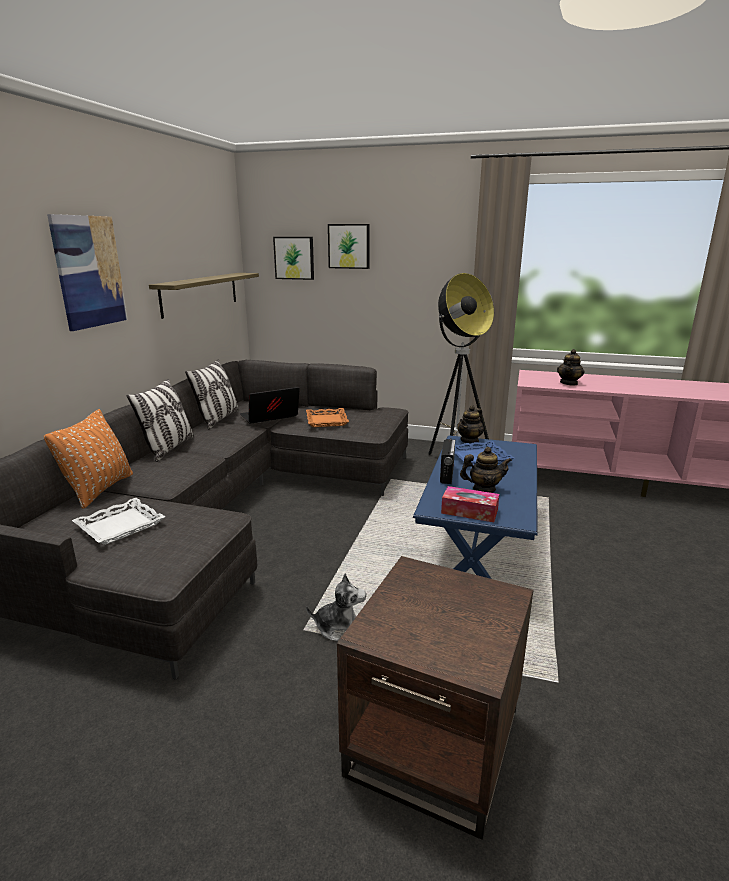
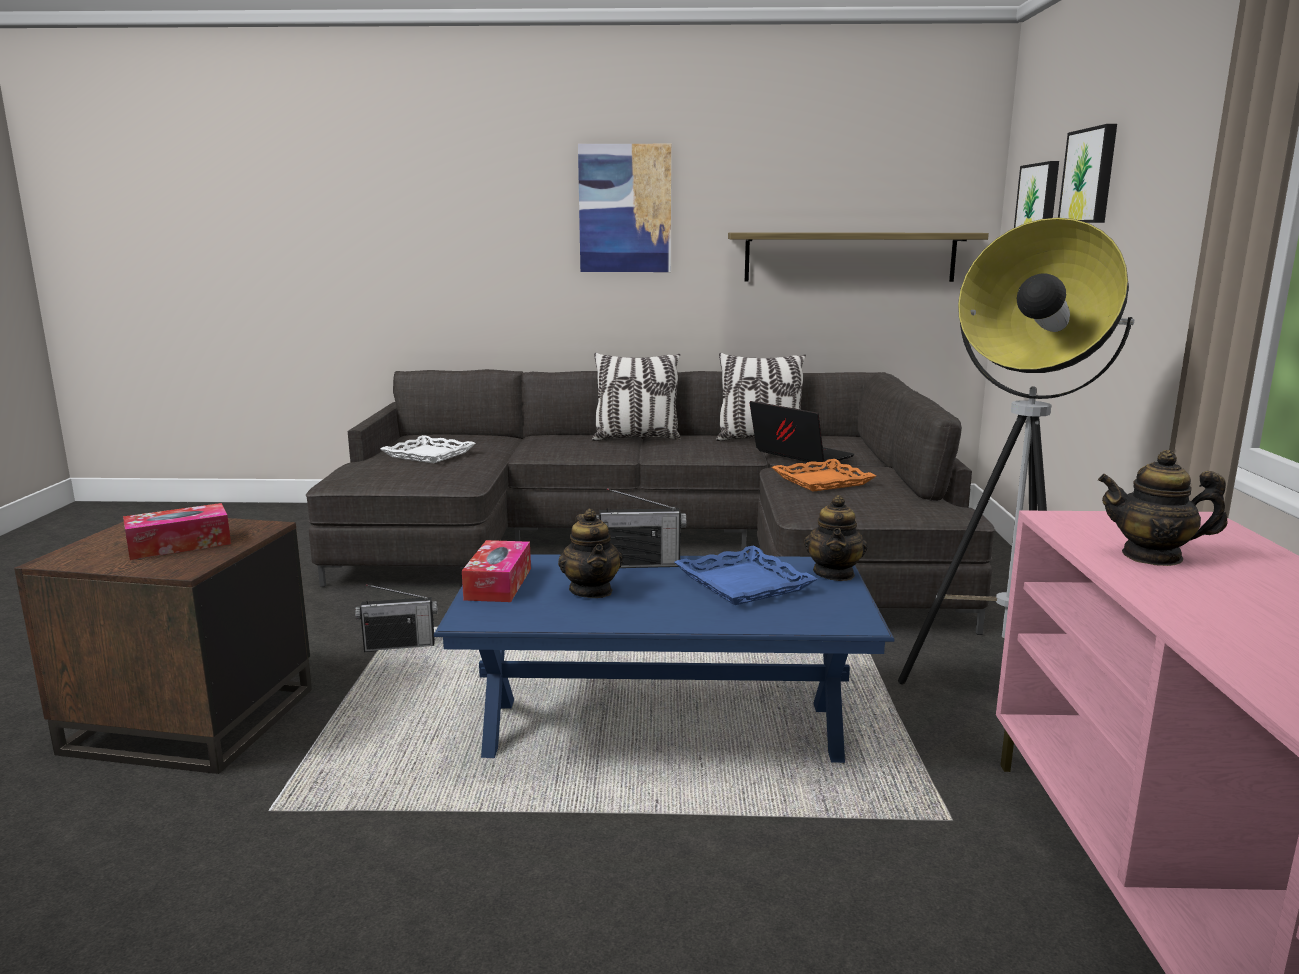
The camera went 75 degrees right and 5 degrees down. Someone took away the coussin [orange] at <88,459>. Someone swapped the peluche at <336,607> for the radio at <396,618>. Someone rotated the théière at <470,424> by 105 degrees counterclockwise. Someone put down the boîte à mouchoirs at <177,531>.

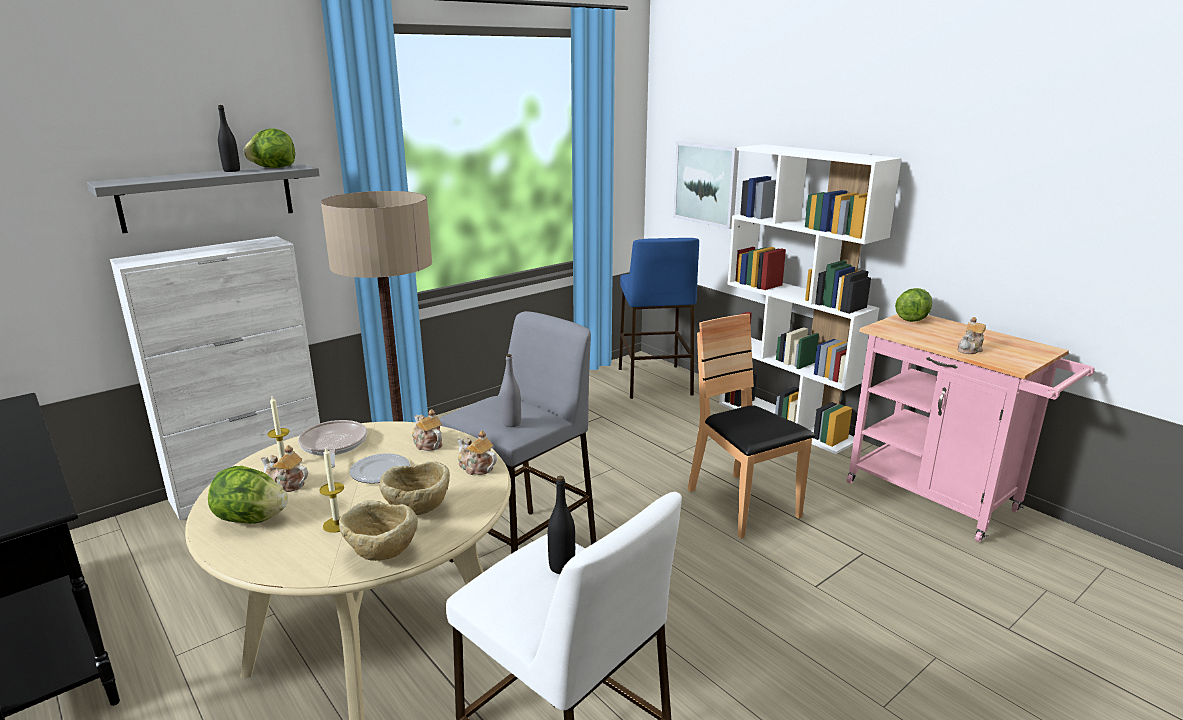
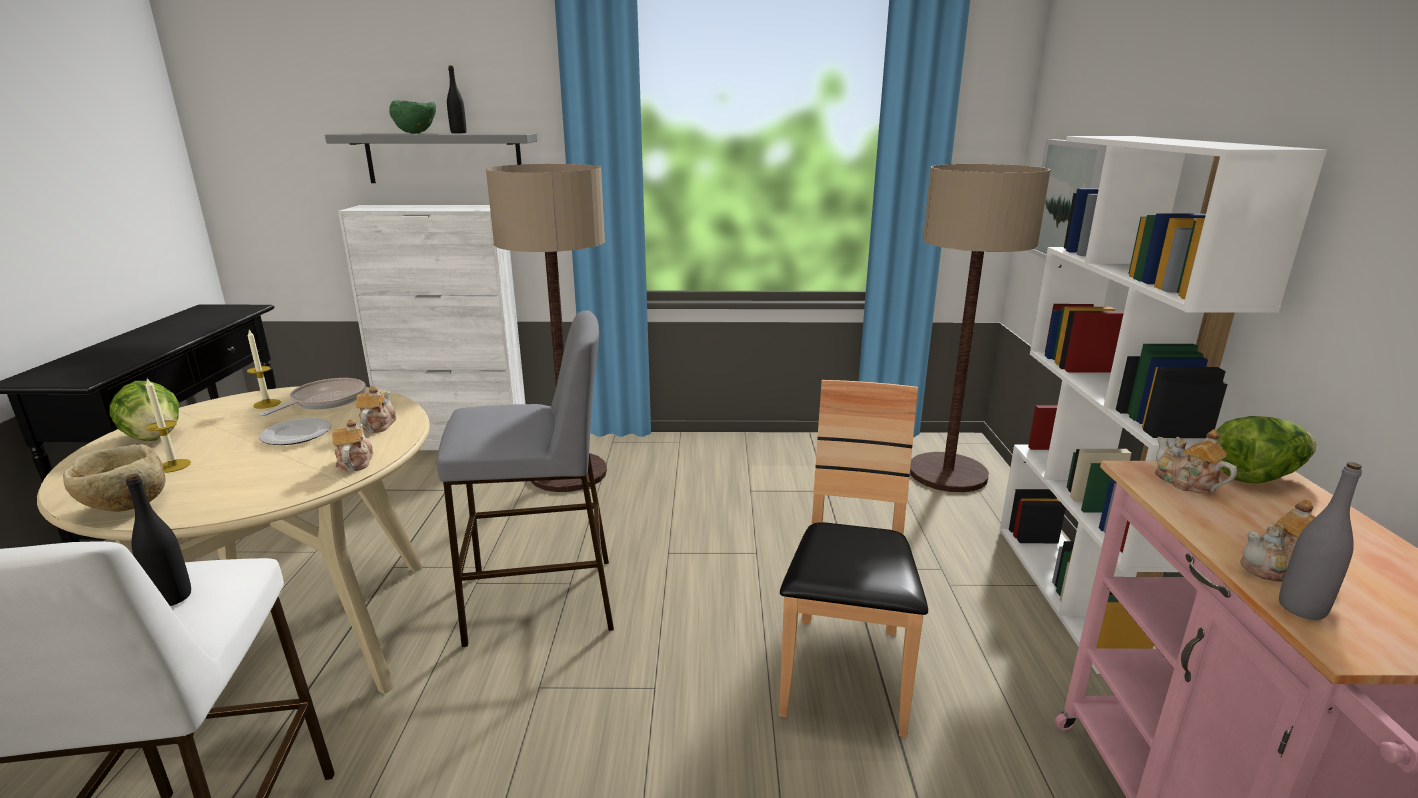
The camera went 40 degrees right and 0 degrees up. Someone took away the laitue at <269,148>. Someone carried the théière from <284,468> to <1196,461>. Someone took away the bol [beige] at <414,488>. Someone carried the bouteille [gris] from <511,390> to <1320,541>. Someone swapped the tabouret [bleu] at <659,318> for the lampadaire at <980,328>. Someone put down the bol [vert] at <412,116>.

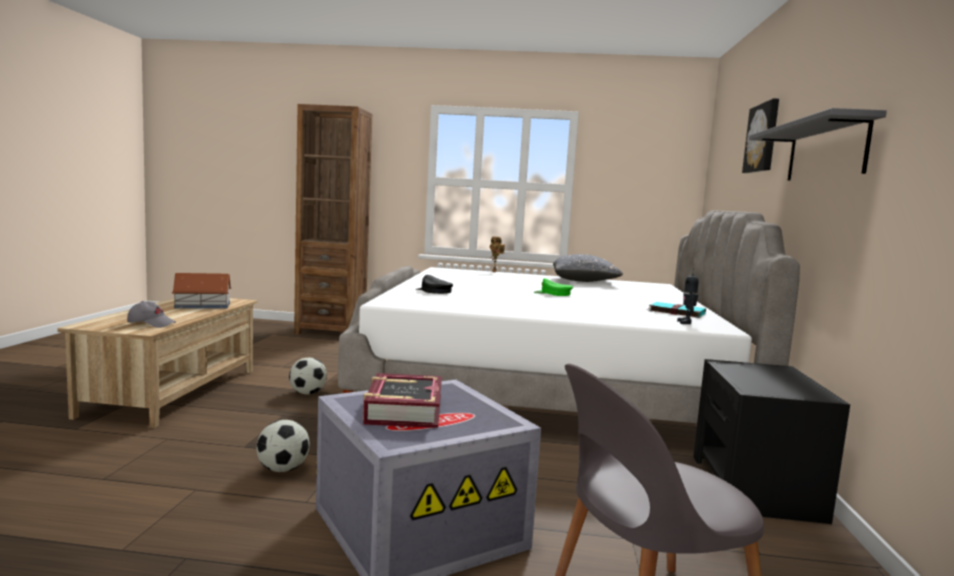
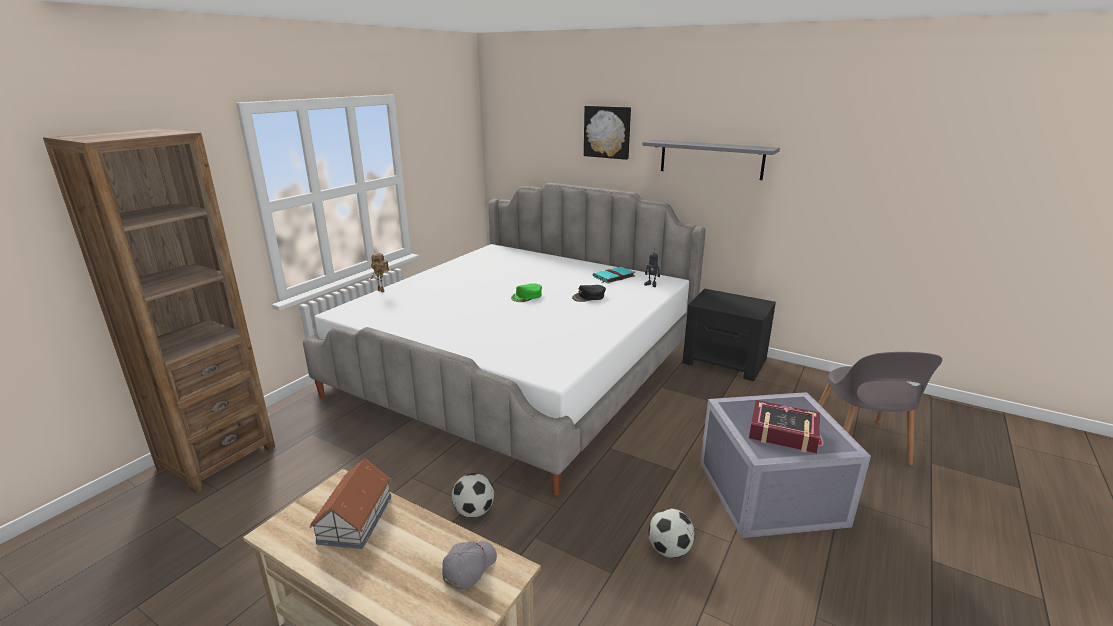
The camera went 65 degrees left and 15 degrees up. Someone carried the casquette [noir] from <434,284> to <589,293>. Someone took away the coussin [gris] at <588,268>.

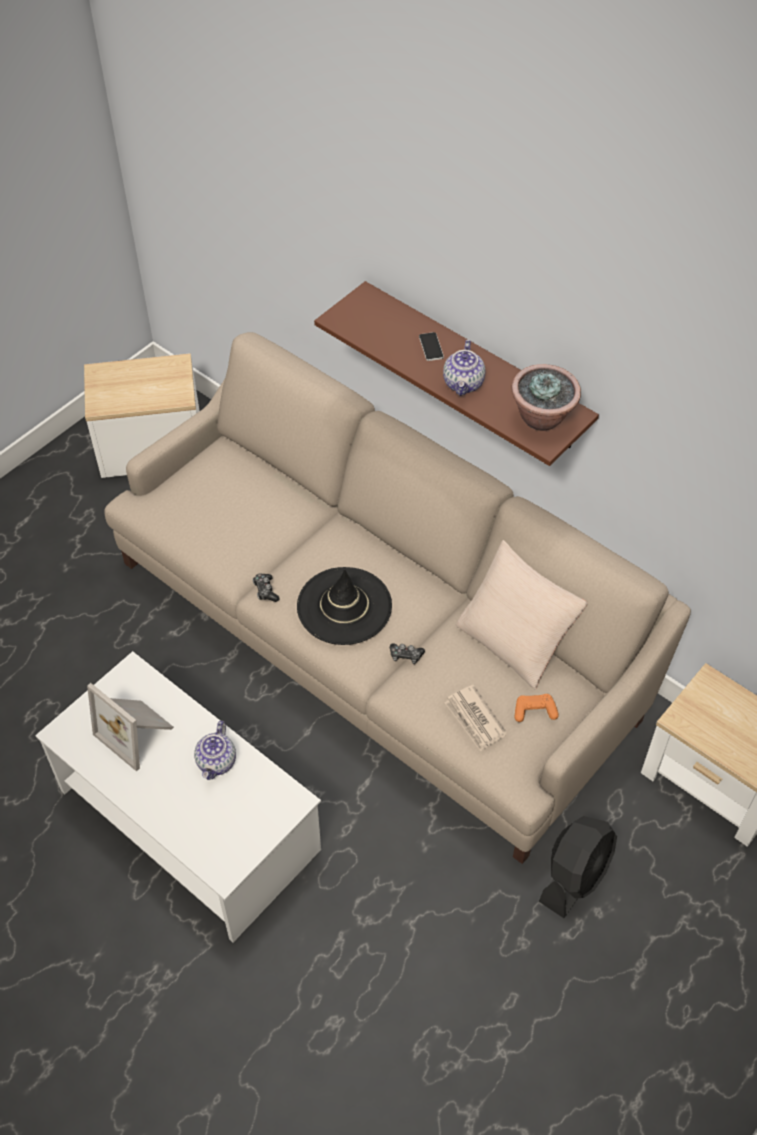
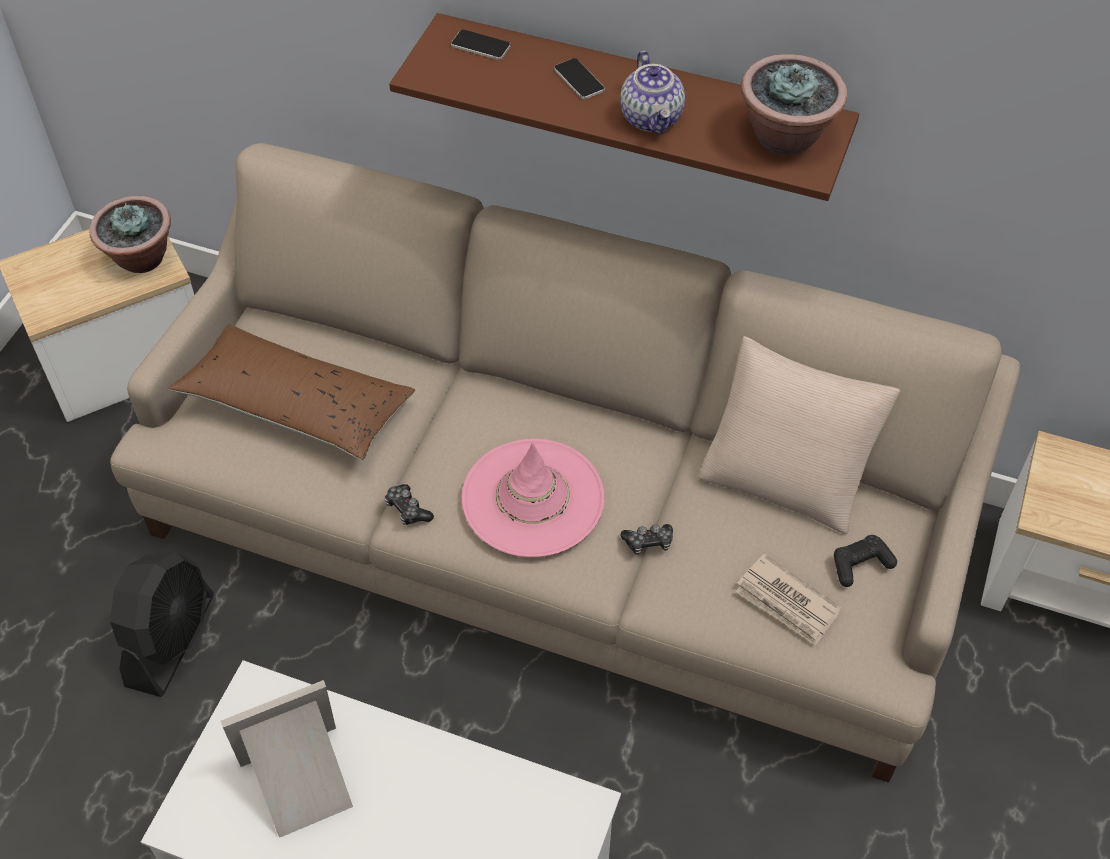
The camera went 20 degrees left and 0 degrees up. Someone rotated the cadre photo at <130,727> by 135 degrees clockwise. Someone took away the théière at <215,750>. Someone repainted the chapeau [noir] at <344,606>, which became the chapeau [rose] at <533,498>. Someone repainted the manette [orange] at <536,708>, which became the manette [noir] at <865,561>. Someone carried the ventilateur [noir] from <578,867> to <162,624>. Someone put down the plante en pot at <130,234>. Someone put down the coussin [marron] at <291,392>. Someone put down the téléphone at <480,45>.

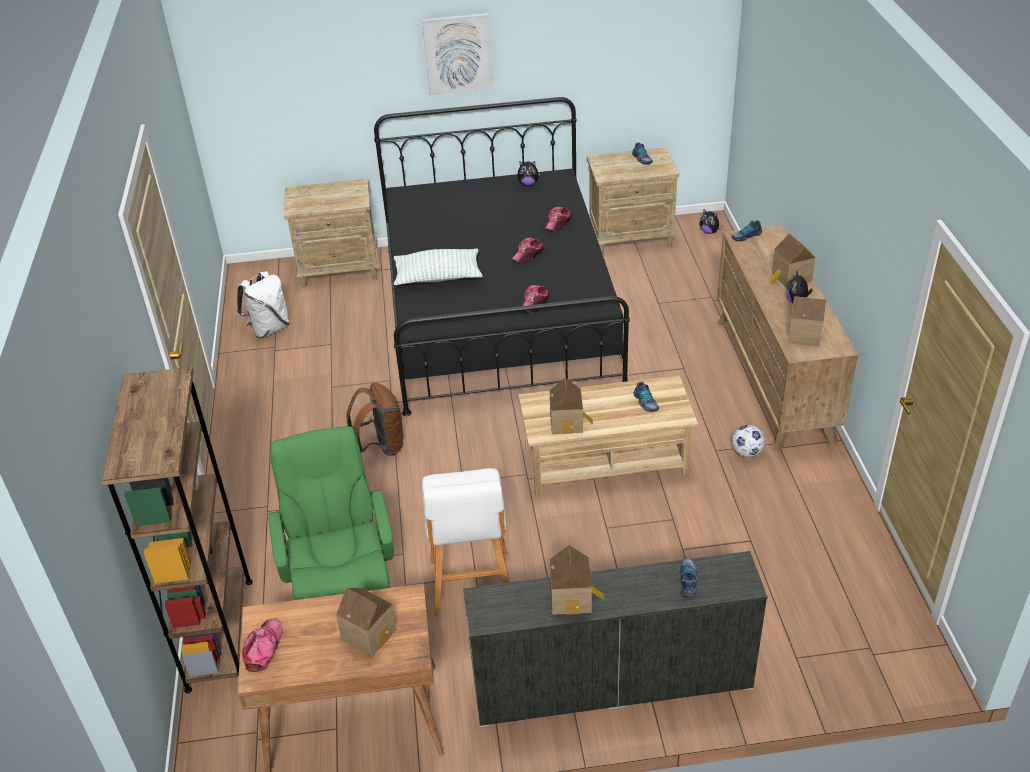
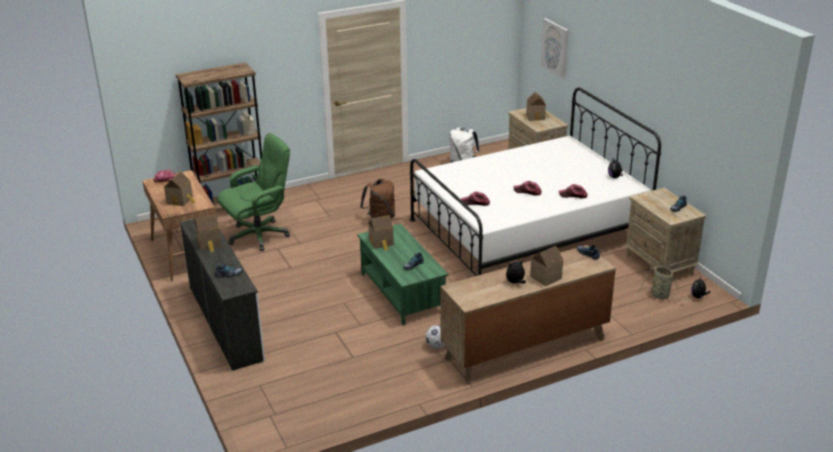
The camera went 70 degrees right and 10 degrees down. Someone repainted the lit [noir] at <502,256>, which became the lit [blanc] at <535,182>. Someone took away the coussin at <438,267>. Someone carried the tableau from <457,54> to <554,48>. Someone took away the tabouret [blanc] at <465,542>. Someone repainted the table basse [beige] at <608,435>, which became the table basse [vert] at <402,274>. Someone carried the maison miniature from <807,321> to <537,106>. Someone put down the panier at <664,284>.

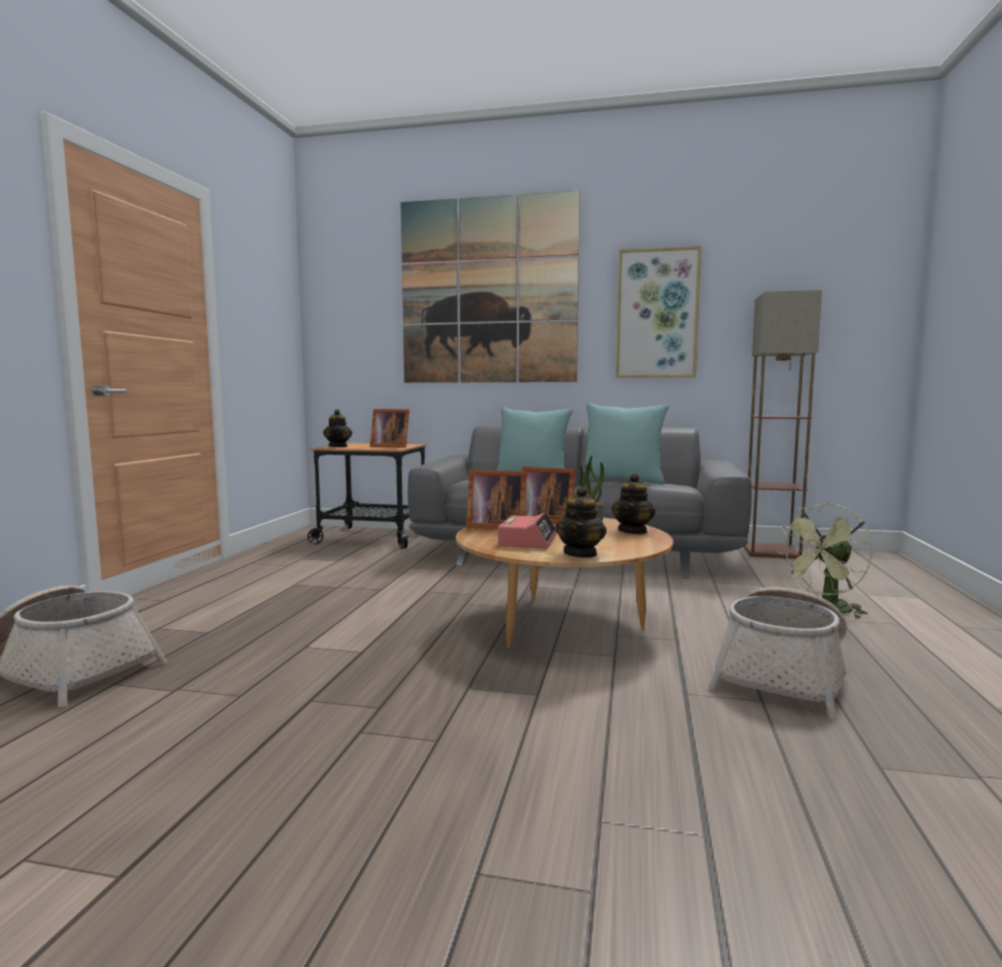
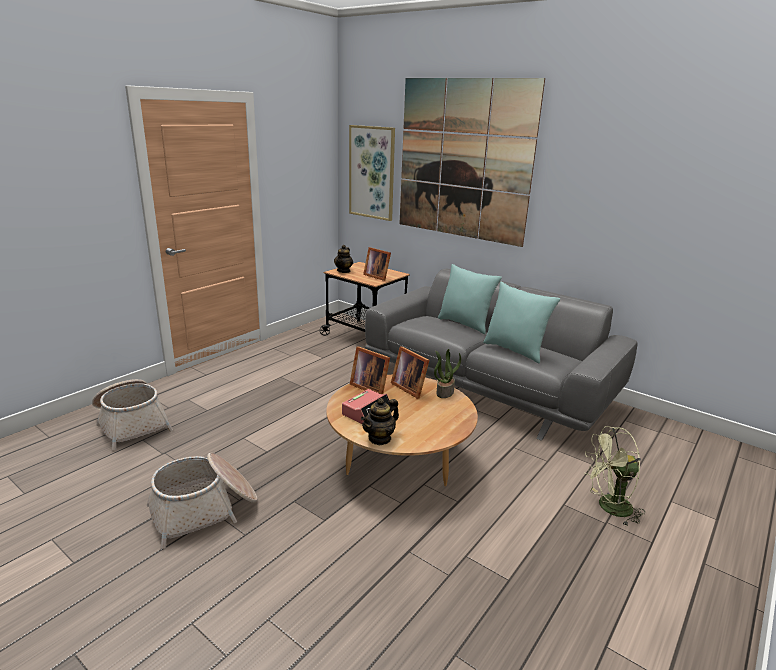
The camera went 25 degrees right and 15 degrees up. Someone took away the théière at <633,503>. Someone carried the tableau from <659,312> to <372,173>. Someone carried the panier from <777,652> to <202,501>. Someone took away the lampadaire at <783,424>.

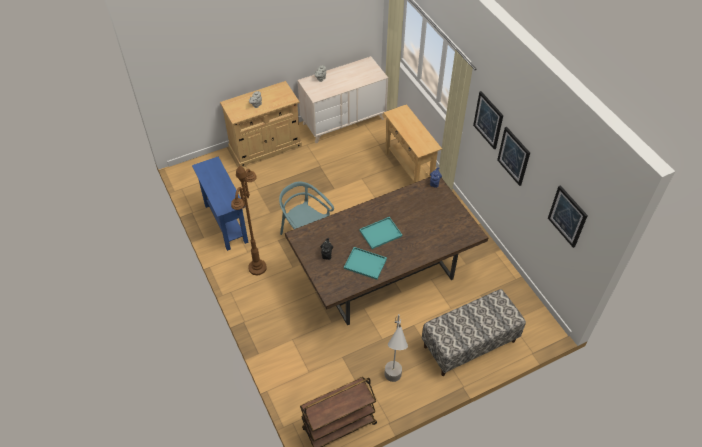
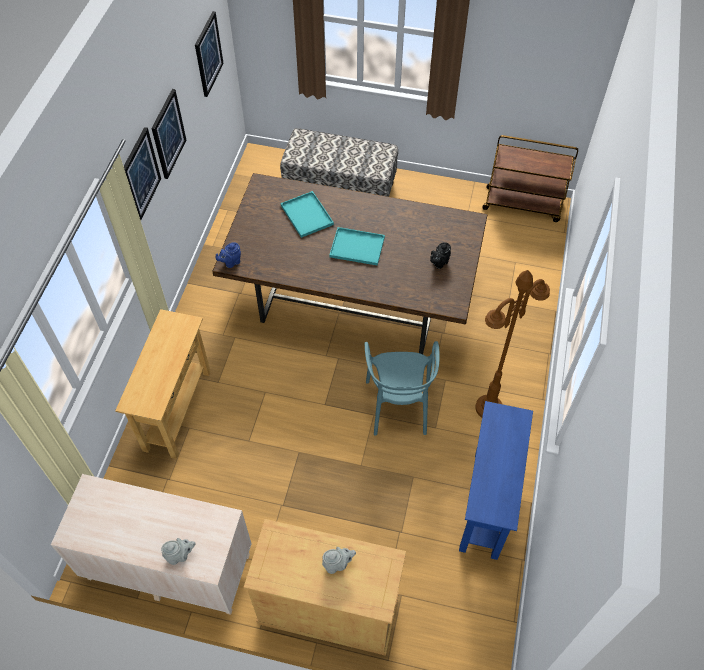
The camera went 140 degrees left and 5 degrees up. Someone carried the plateau [turquoise] from <365,263> to <307,214>. Someone took away the lampadaire [gris] at <396,348>.

